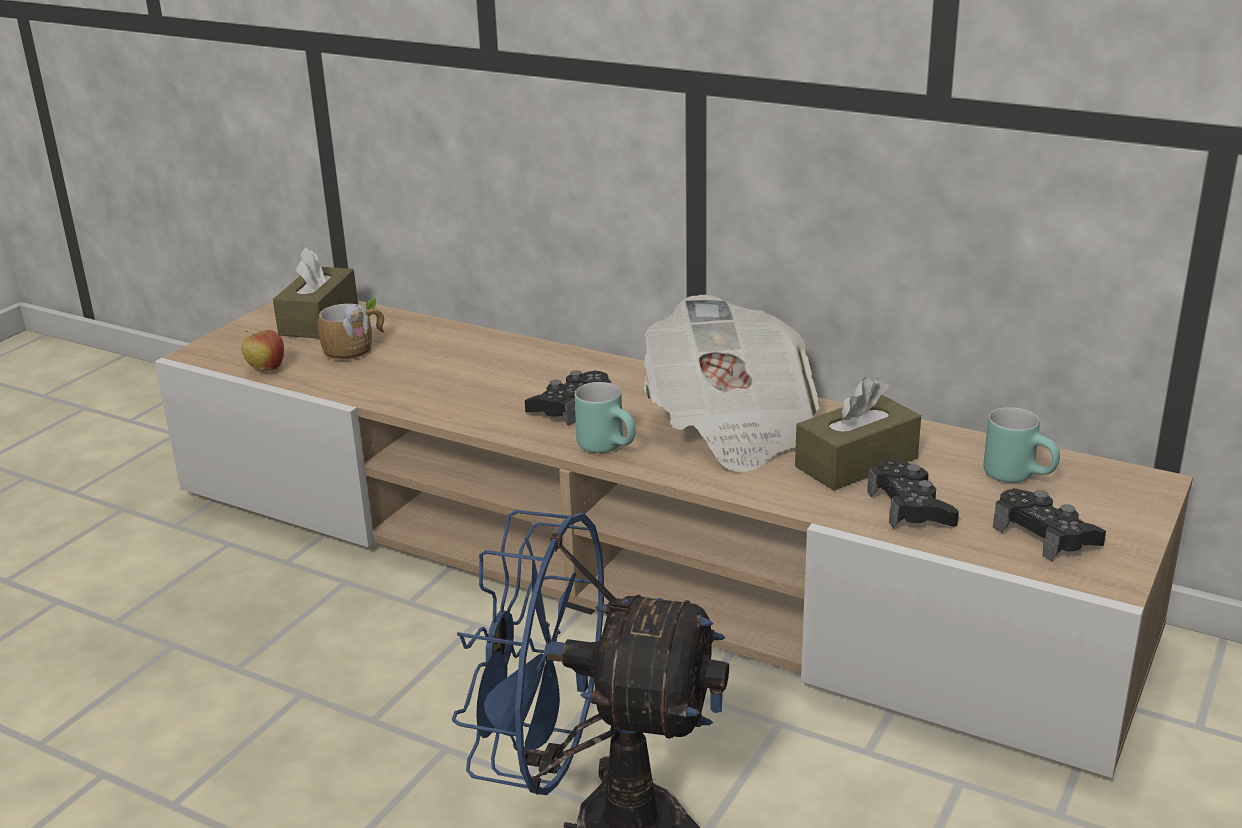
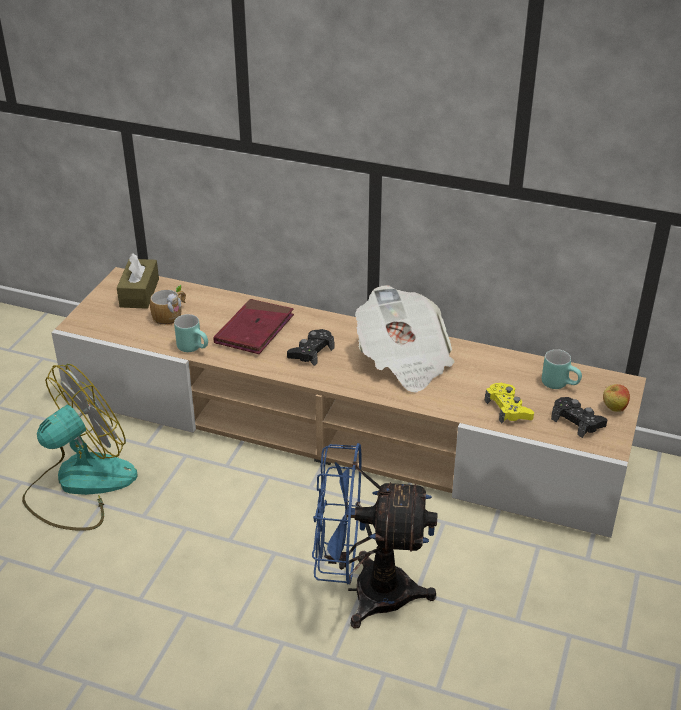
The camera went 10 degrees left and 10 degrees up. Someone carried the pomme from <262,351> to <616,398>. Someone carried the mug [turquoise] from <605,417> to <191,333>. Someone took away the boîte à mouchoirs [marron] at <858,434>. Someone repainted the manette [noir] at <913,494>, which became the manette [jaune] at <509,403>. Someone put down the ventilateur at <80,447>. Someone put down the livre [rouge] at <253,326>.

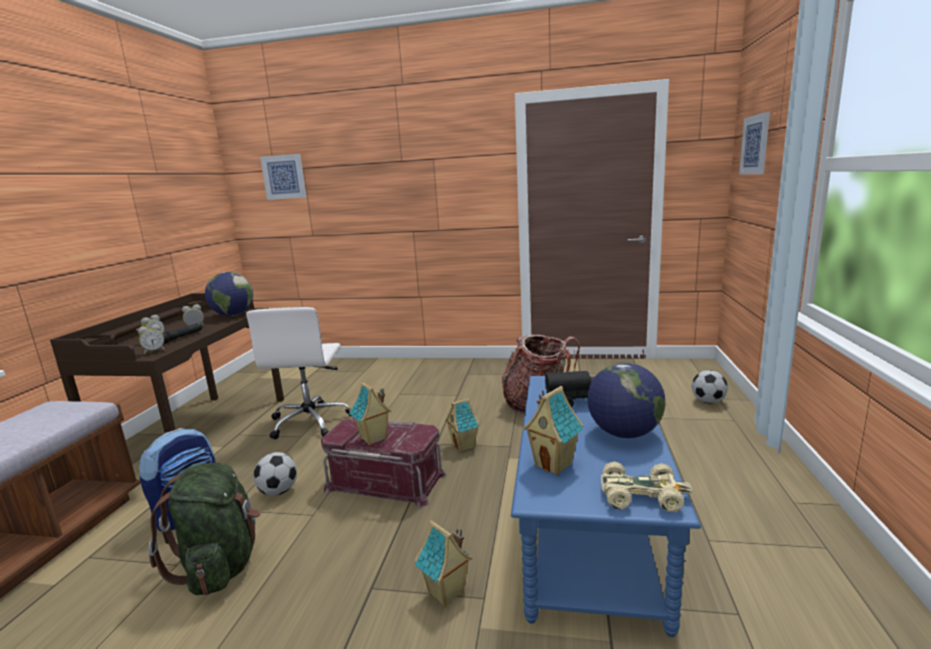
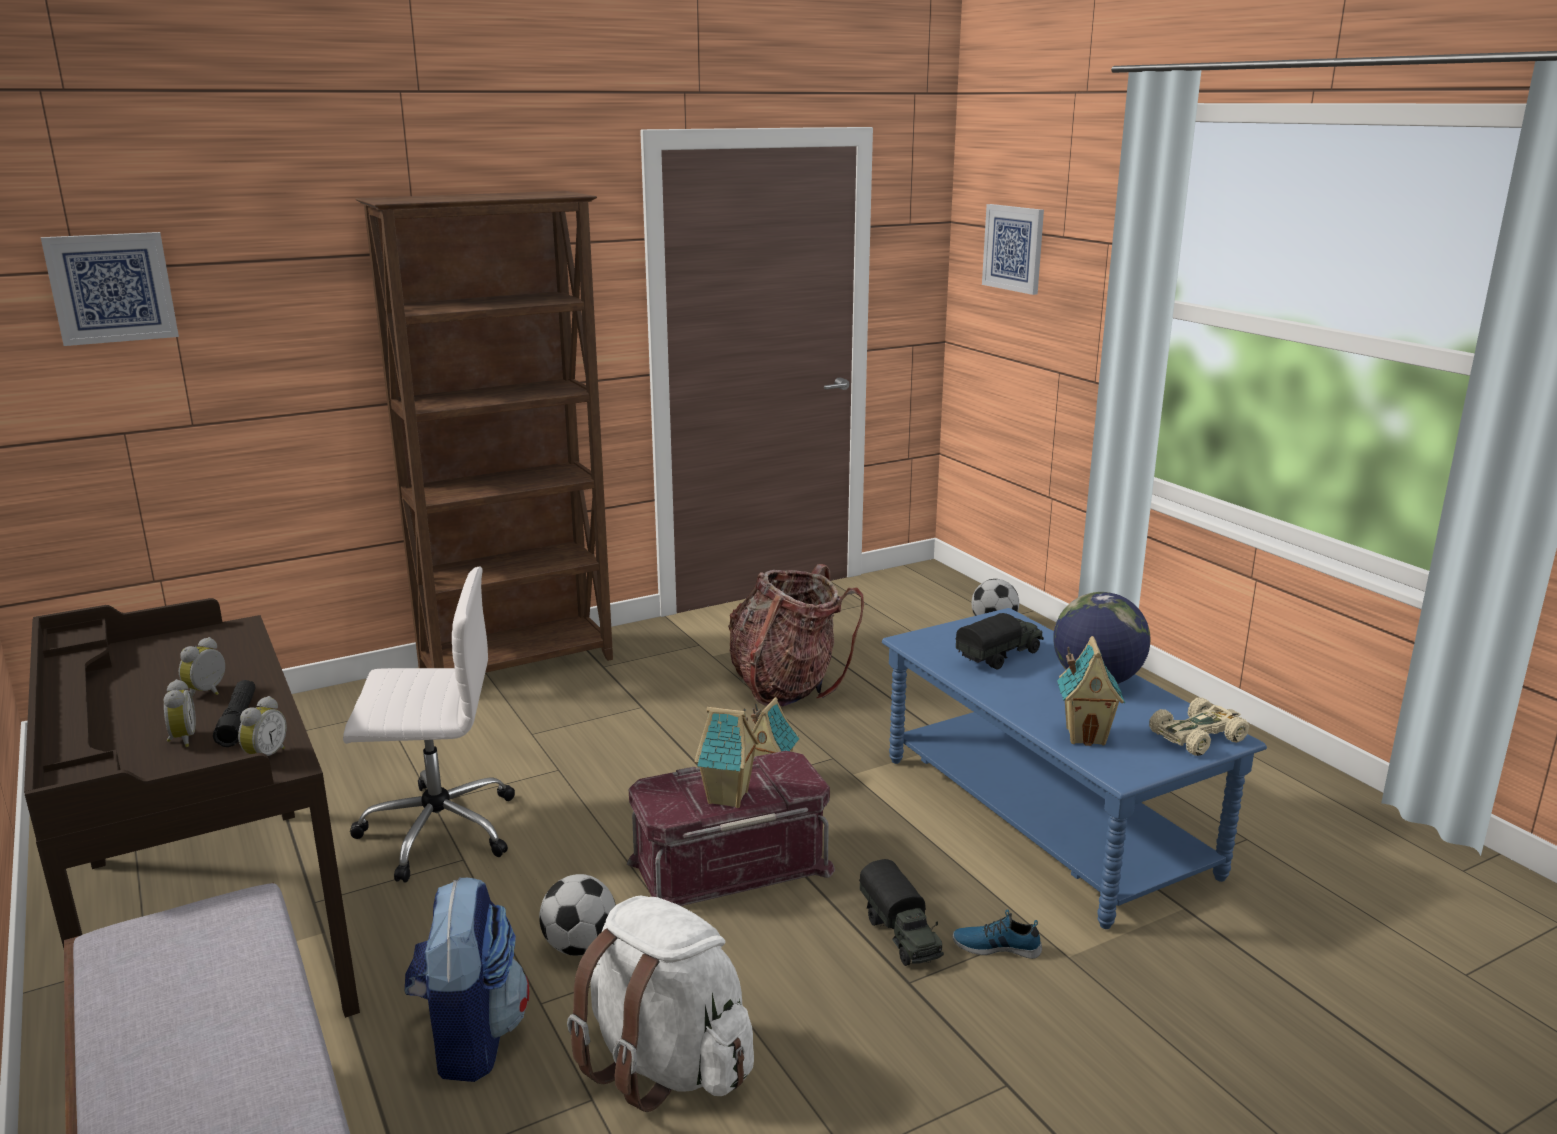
The camera went 40 degrees left and 5 degrees up. Someone repainted the sac à dos [vert] at <204,529>, which became the sac à dos [blanc] at <660,1004>. Someone took away the globe at <229,294>. Someone rotated the chaise de bureau [blanc] at <298,373> by 60 degrees counterclockwise. Someone swapped the maison miniature at <443,563> for the chaussure at <997,934>. Someone put down the bibliothèque [marron] at <484,432>. Someone put down the camion jouet at <901,912>.

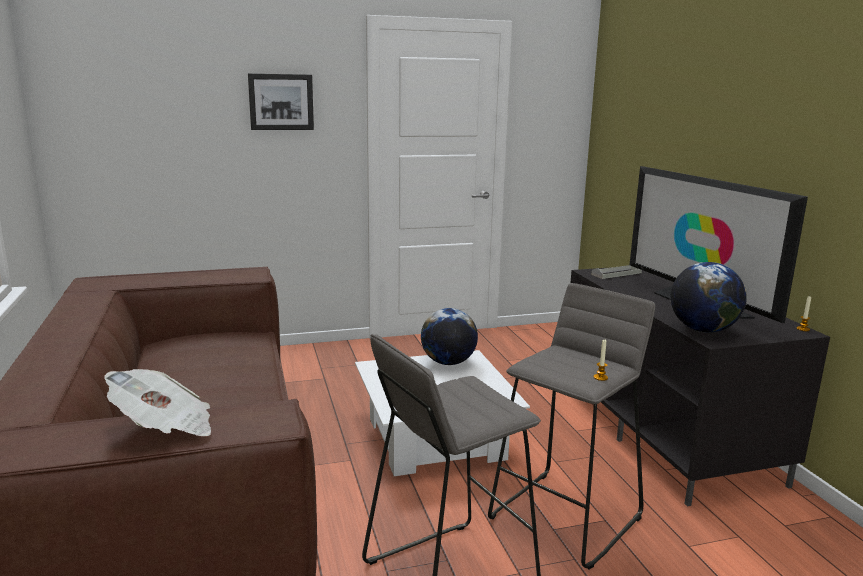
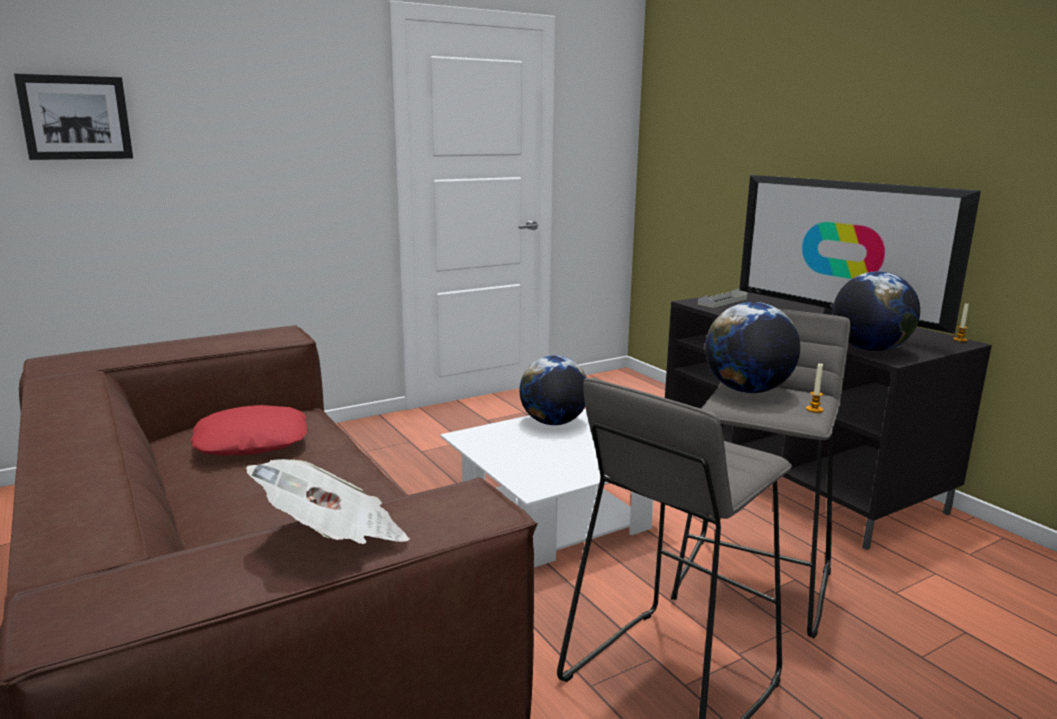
The camera went 15 degrees left and 0 degrees up. Someone carried the tableau from <281,101> to <73,116>. Someone put down the coussin [rouge] at <249,430>. Someone put down the globe at <752,347>.

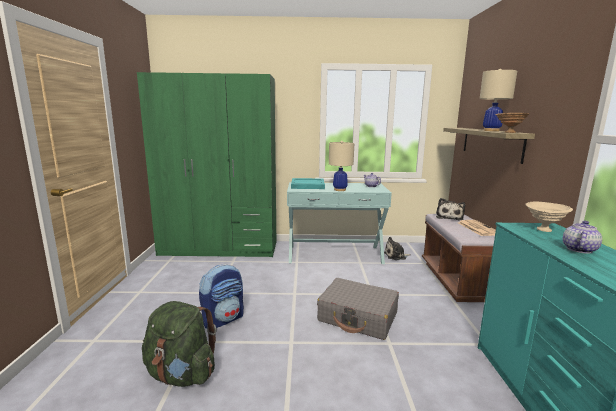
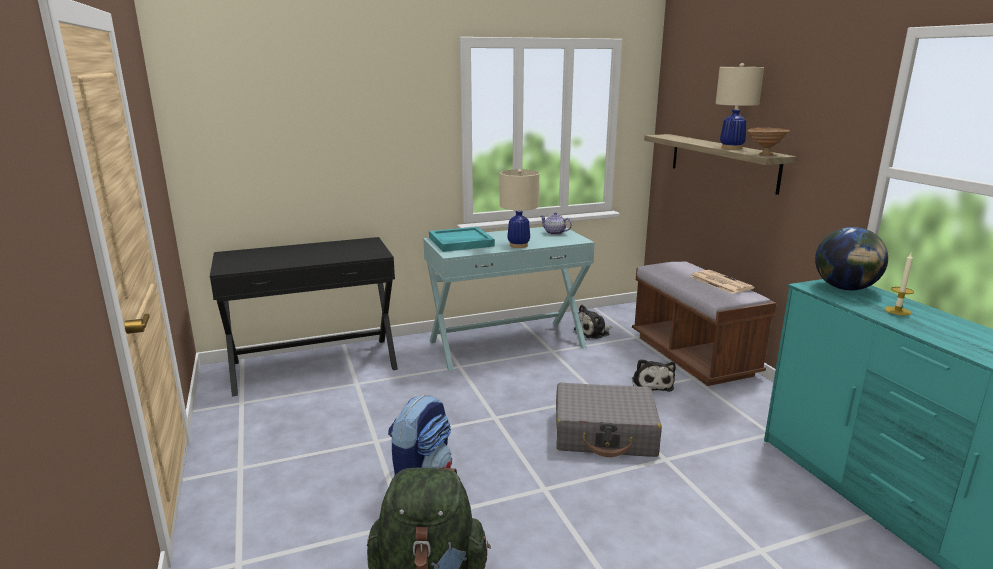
The camera went 20 degrees left and 5 degrees up. Someone swapped the armoire [vert] at <206,164> for the table console [noir] at <304,316>. Someone carried the peluche from <450,209> to <654,375>. Someone swapped the bol [beige] at <549,217> for the globe at <851,259>. Someone swapped the théière at <582,237> for the bougie at <899,284>.

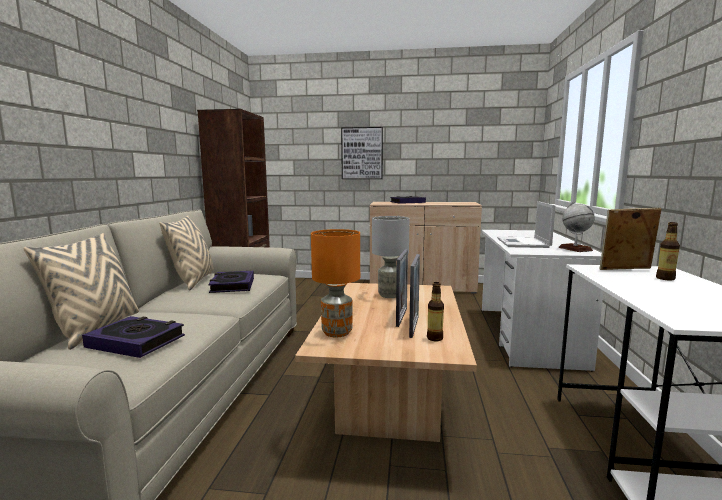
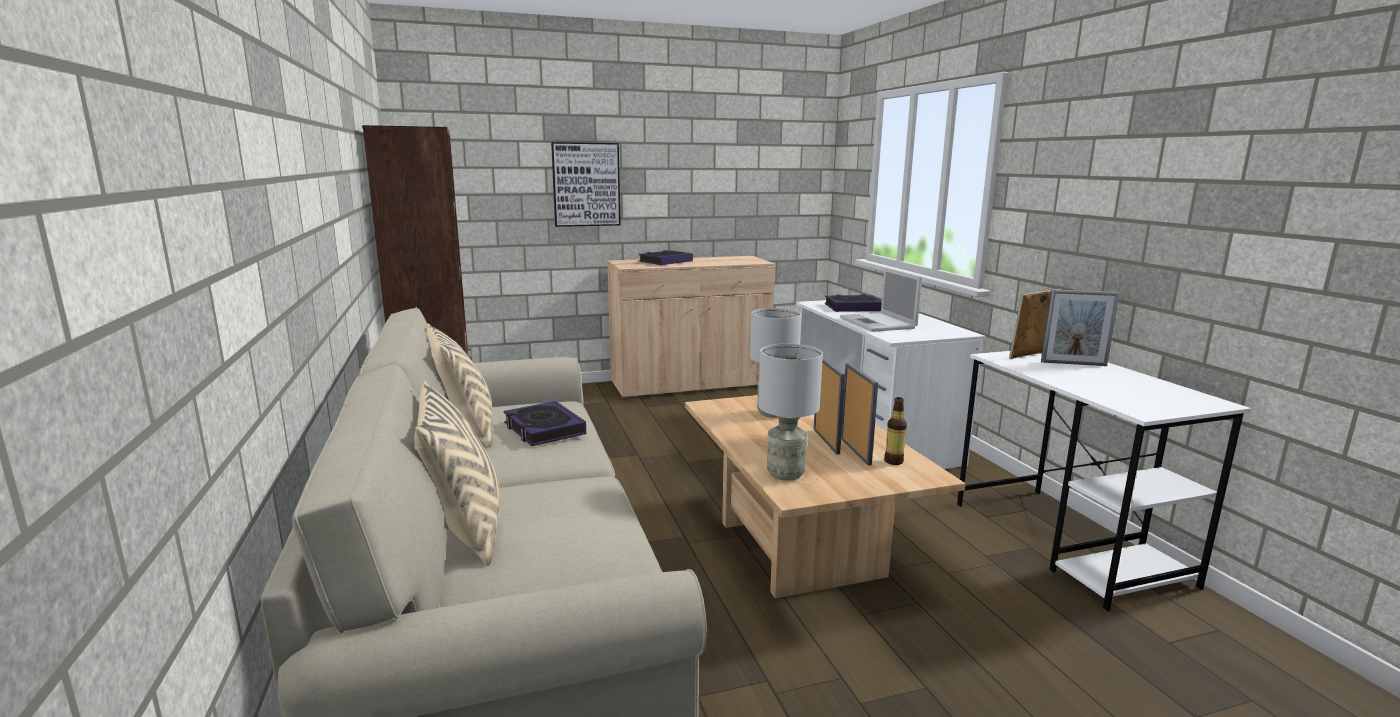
The camera went 25 degrees left and 5 degrees up. Someone carried the livre from <133,337> to <853,303>. Someone repainted the lampe de table [orange] at <335,283>, which became the lampe de table [gris] at <790,412>. Someone took away the globe at <576,227>. Someone swapped the bouteille at <668,251> for the cadre photo at <1080,327>.

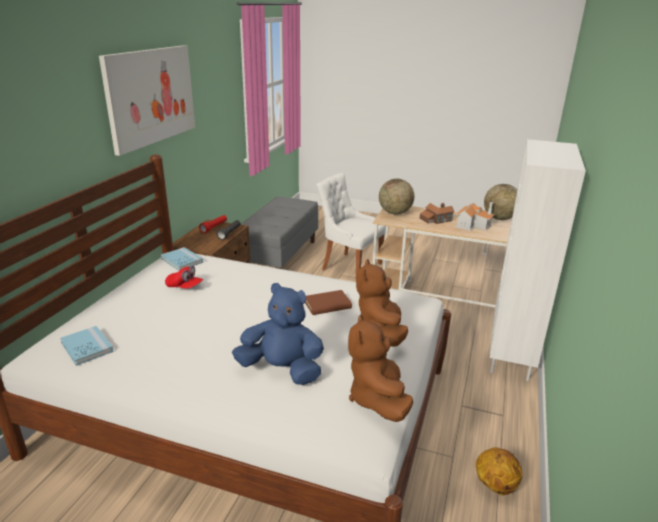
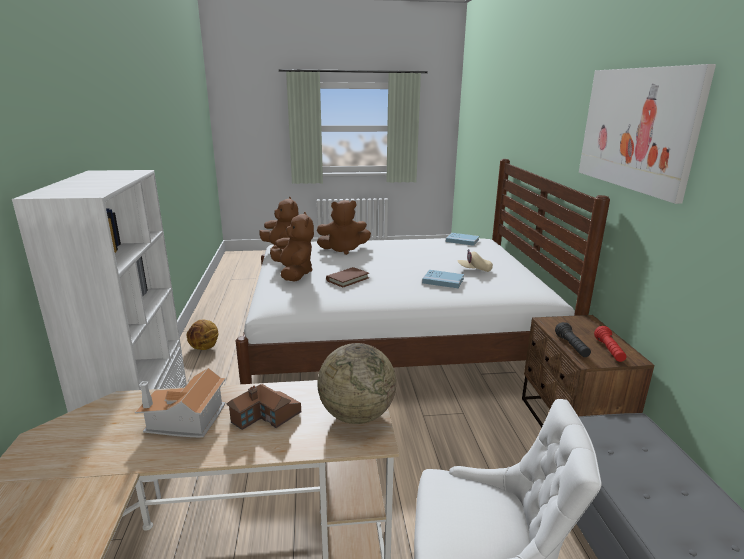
The camera went 155 degrees right and 5 degrees down. Someone carried the livre [bleu] from <182,259> to <443,279>. Someone repainted the casquette [rouge] at <184,277>, which became the casquette [beige] at <475,260>. Someone repainted the peluche [bleu] at <278,334>, which became the peluche [marron] at <344,227>. Someone took away the globe at <500,202>.

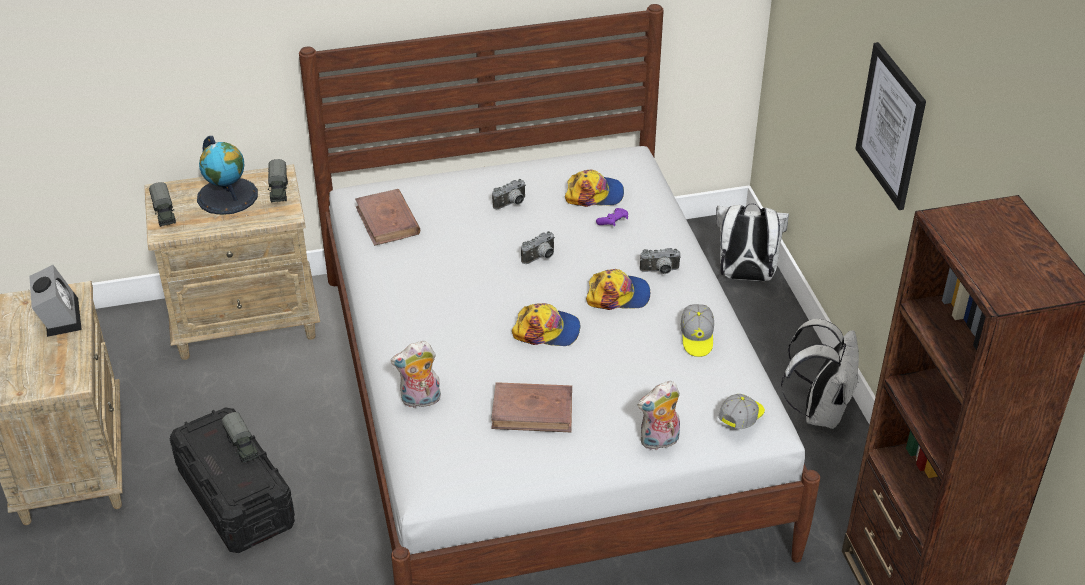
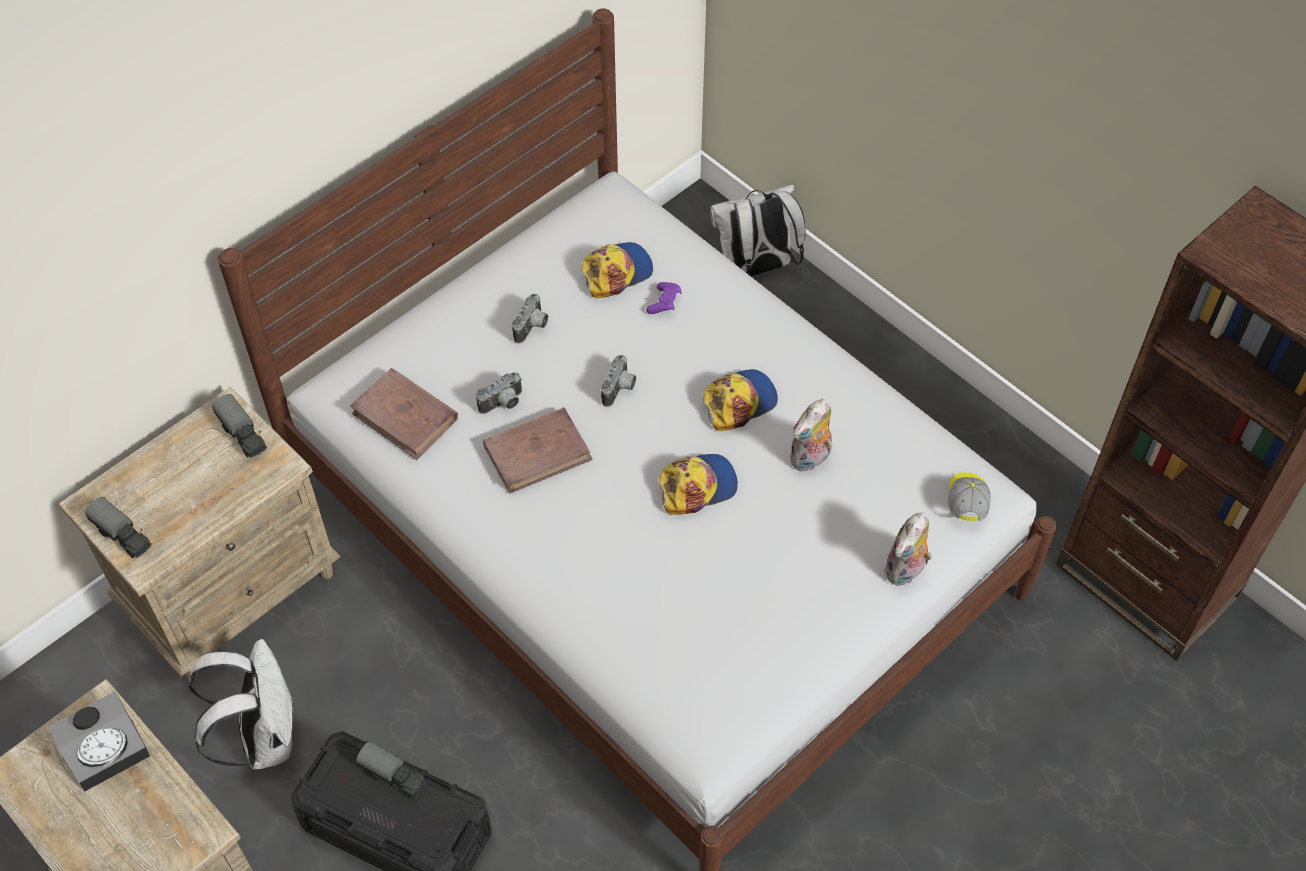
The camera went 30 degrees left and 15 degrees up. Someone rotated the réveil at <55,301> by 105 degrees clockwise. Someone took away the globe at <227,175>. Someone carried the peluche from <416,375> to <810,435>. Someone carried the livre [marron] from <531,407> to <538,450>. Someone carried the appareil photo from <660,261> to <499,393>. Someone took away the casquette at <697,330>. Someone carried the sac à dos [blanc] from <820,374> to <241,704>. Someone took away the tableau at <890,126>.

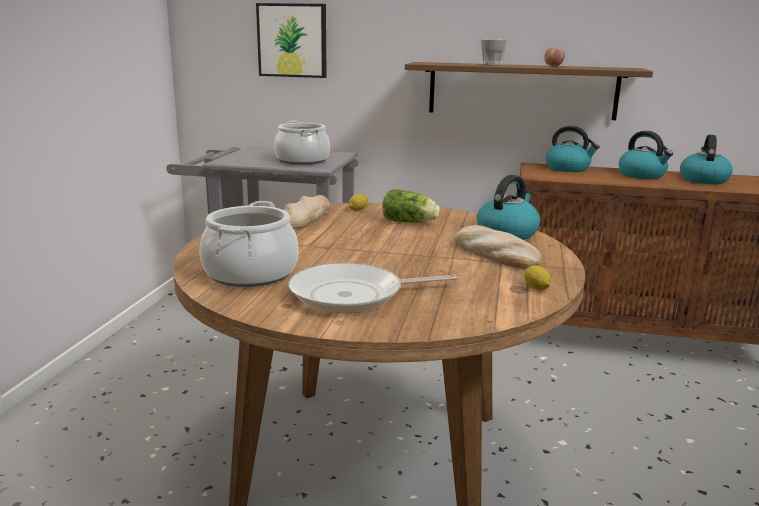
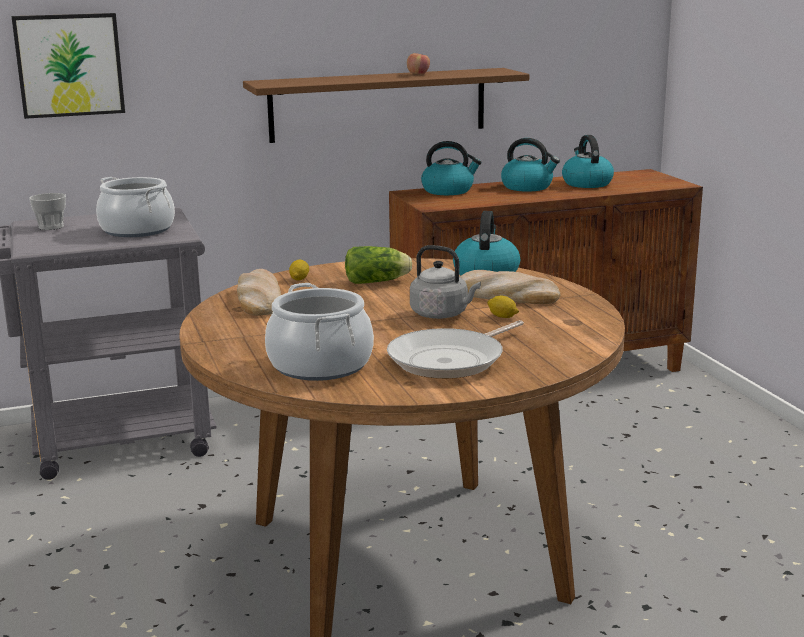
The camera went 30 degrees left and 0 degrees up. Someone carried the tasse from <494,52> to <47,211>. Someone carried the citron from <537,278> to <503,307>. Someone put down the bouilloire [gris] at <445,282>.

